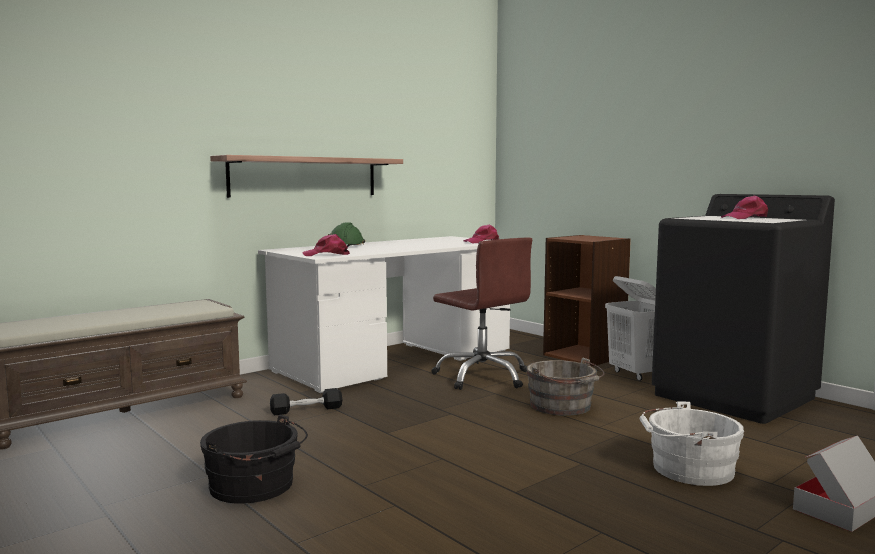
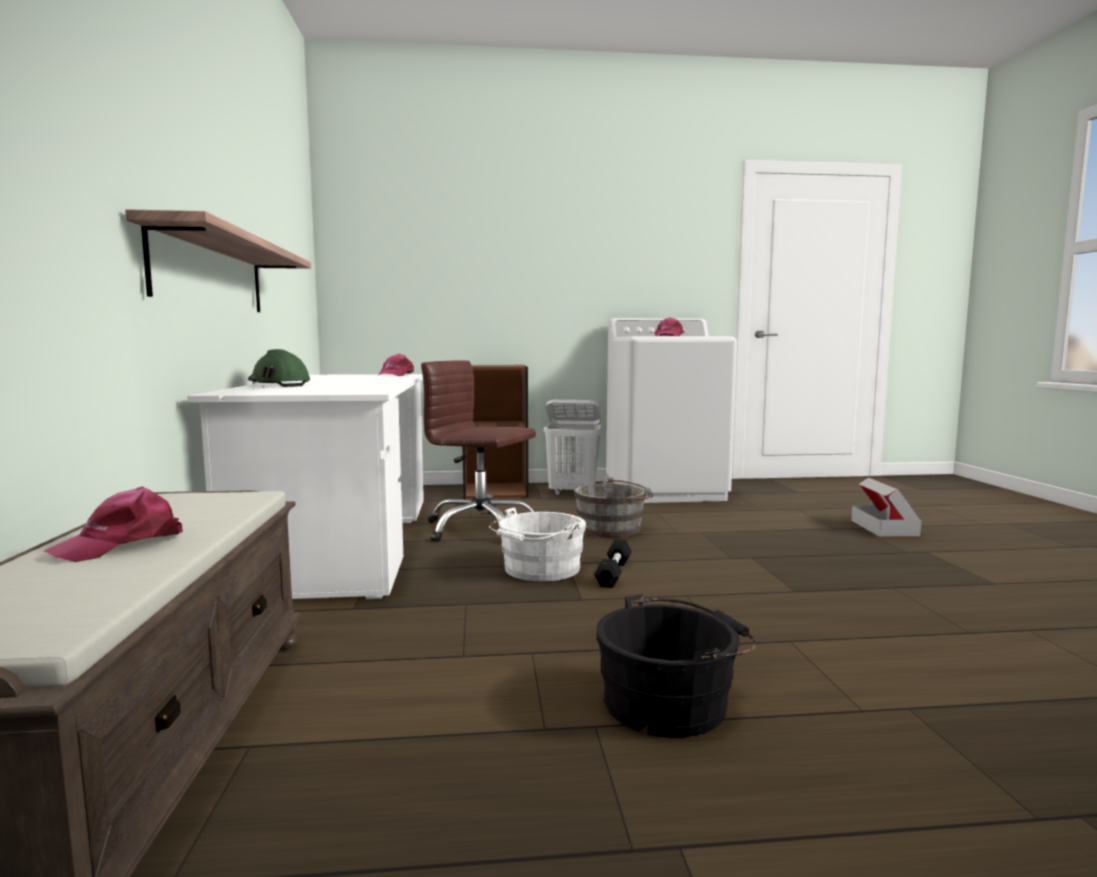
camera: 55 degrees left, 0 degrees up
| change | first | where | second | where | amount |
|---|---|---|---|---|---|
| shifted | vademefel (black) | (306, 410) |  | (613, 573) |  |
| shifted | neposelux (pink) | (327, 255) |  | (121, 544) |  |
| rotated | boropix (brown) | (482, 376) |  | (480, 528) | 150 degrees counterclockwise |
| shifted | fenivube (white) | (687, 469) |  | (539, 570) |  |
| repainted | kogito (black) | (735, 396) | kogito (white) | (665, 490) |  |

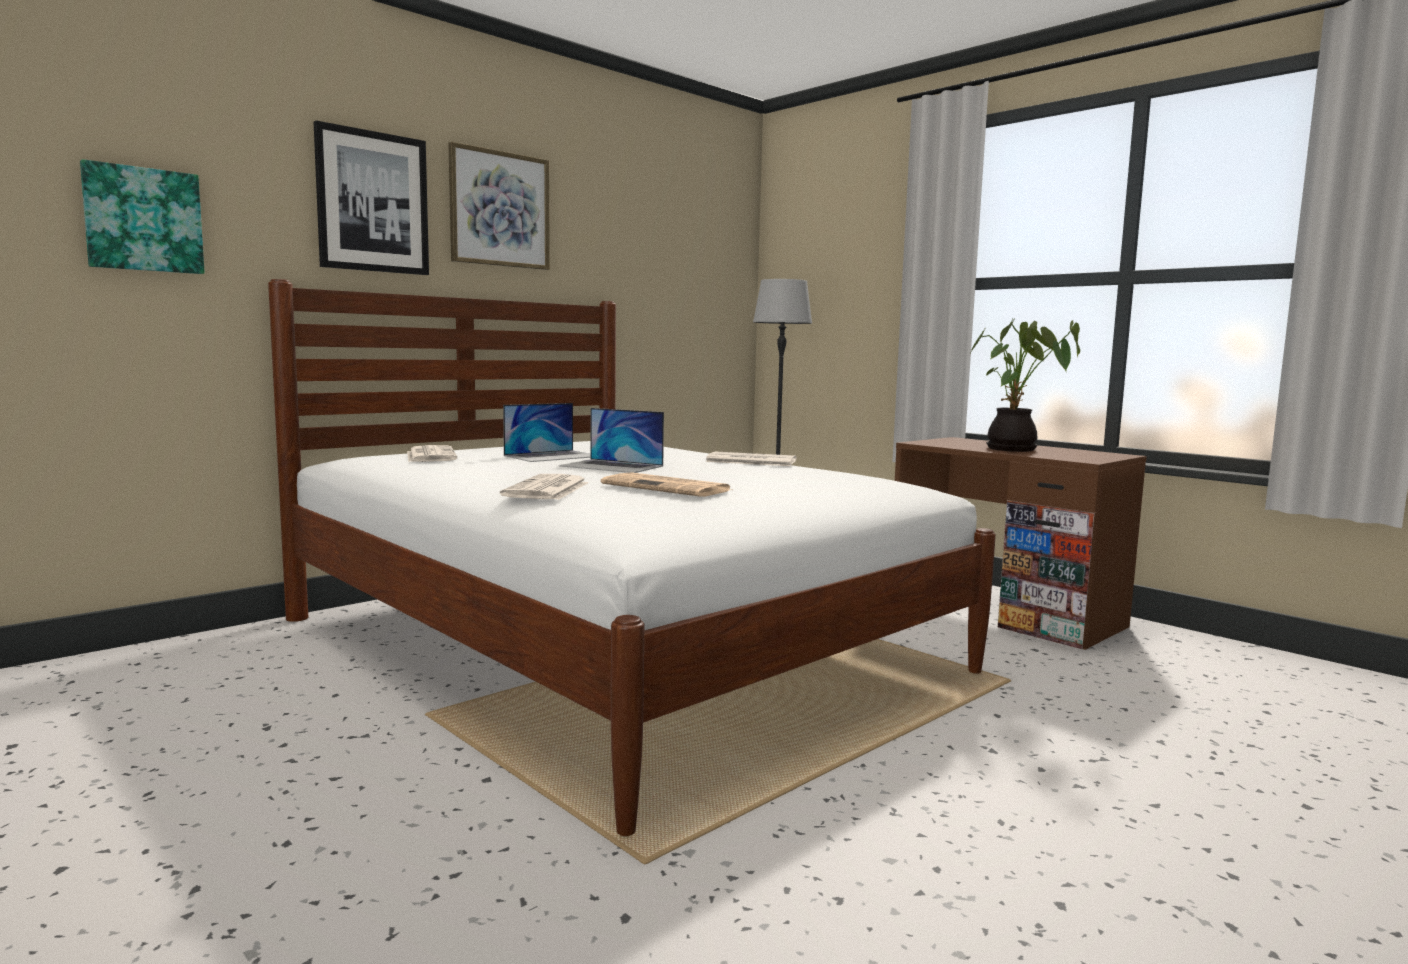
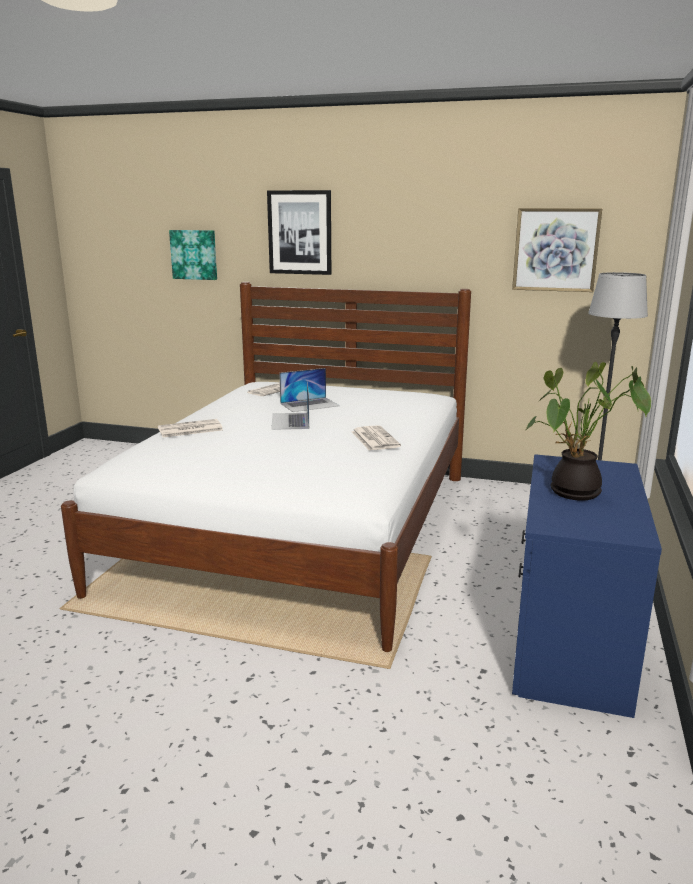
camera: 60 degrees right, 10 degrees up
| change | first | where | second | where | amount |
|---|---|---|---|---|---|
| shifted | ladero | (499, 209) |  | (555, 250) |  |
| rotated | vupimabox | (552, 456) |  | (310, 404) | 45 degrees counterclockwise |
| gone | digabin | (668, 487) |  |  |  |
| repainted | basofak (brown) | (1004, 613) | basofak (blue) | (570, 642) |  |

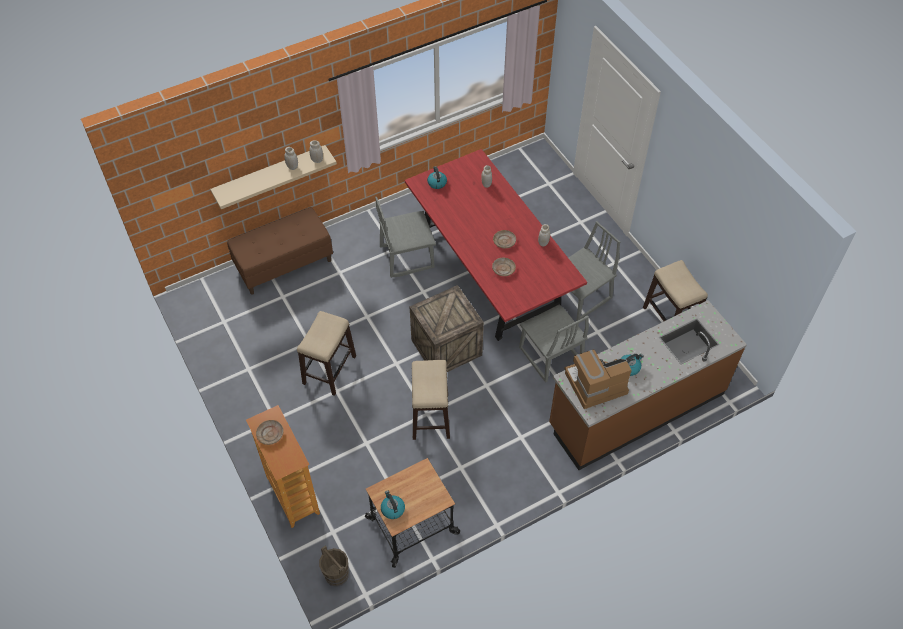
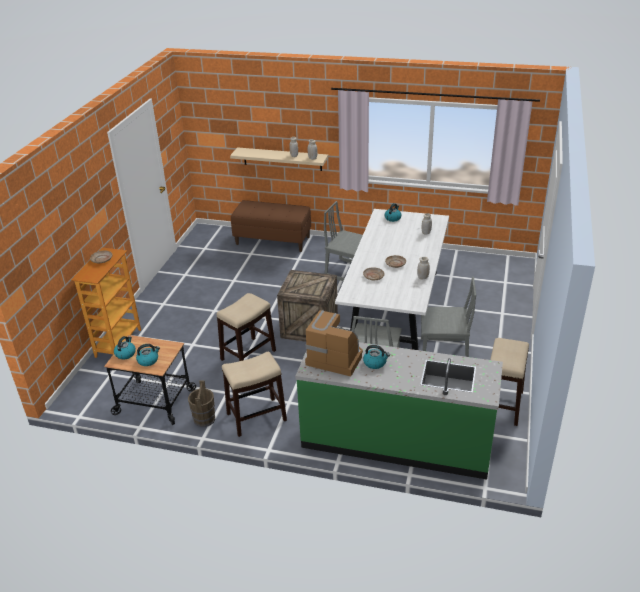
camera: 45 degrees right, 20 degrees down
| change | first | where | second | where | amount |
|---|---|---|---|---|---|
| shifted | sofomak | (329, 369) |  | (257, 417) |  |
| shifted | fenivube (brown) | (337, 575) |  | (204, 419) |  |
| repainted | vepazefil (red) | (490, 271) | vepazefil (white) | (395, 305) |  |
| repainted | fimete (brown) | (636, 409) | fimete (green) | (396, 441) |  |
| new |  |  | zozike | (148, 360) |  |

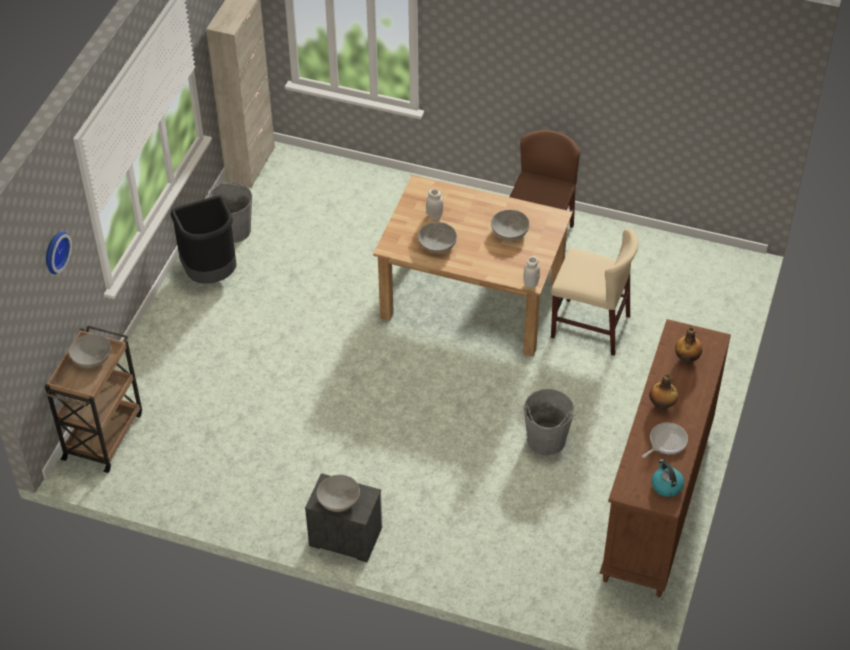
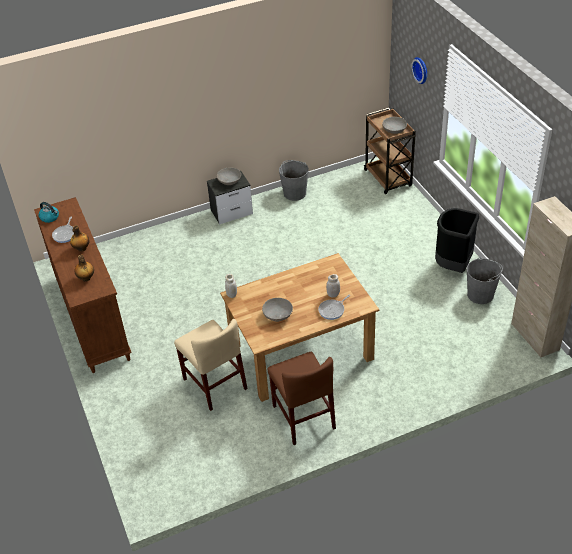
camera: 140 degrees right, 5 degrees down
| change | first | where | second | where | amount |
|---|---|---|---|---|---|
| gone | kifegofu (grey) | (437, 244) |  |  |  |
| shifted | fenivube (grey) | (546, 440) |  | (294, 193) |  |
| rotated | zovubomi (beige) | (590, 326) |  | (214, 384) | 105 degrees counterclockwise |
| new |  |  | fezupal | (332, 310) |  |

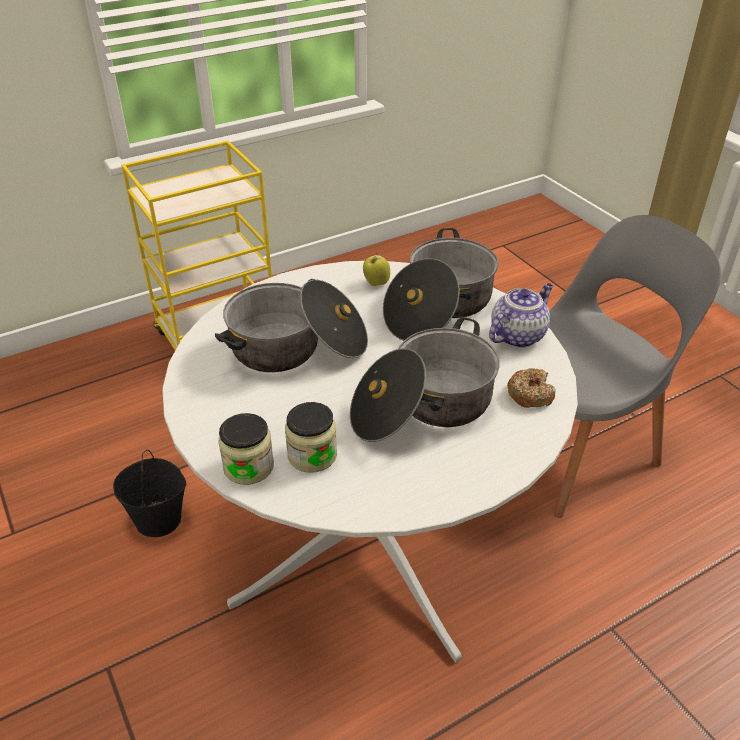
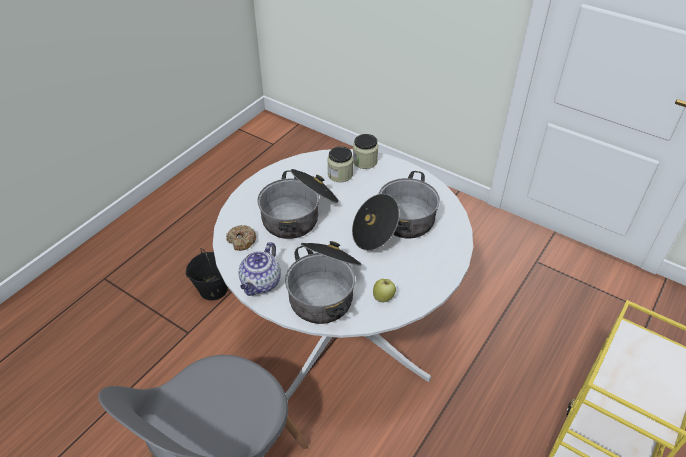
camera: 155 degrees right, 5 degrees up
| change | first | where | second | where | amount |
|---|---|---|---|---|---|
| shifted | fenivube (black) | (159, 520) |  | (213, 289) |  |

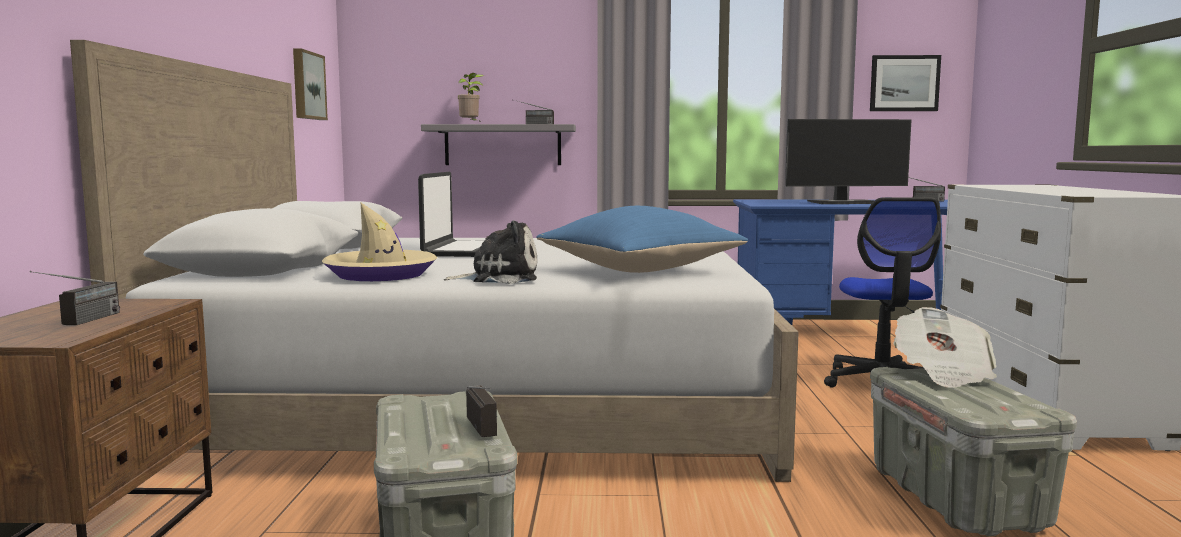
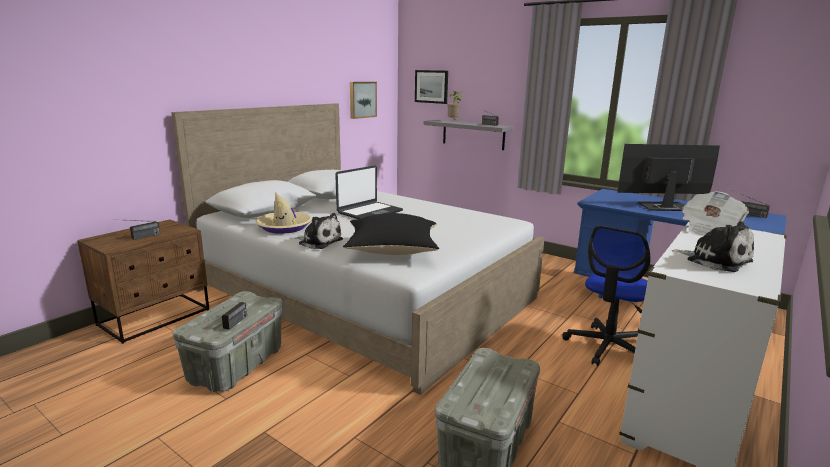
camera: 35 degrees right, 10 degrees up
| change | first | where | second | where | amount |
|---|---|---|---|---|---|
| repainted | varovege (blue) | (640, 272) | varovege (black) | (391, 252) |  |
| rotated | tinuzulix | (843, 203) |  | (664, 207) | 150 degrees clockwise |
| shifted | ladero | (904, 83) |  | (431, 86) |  |
| shifted | digabin | (943, 374) |  | (709, 229) |  |
| new |  |  | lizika | (715, 260) |  |

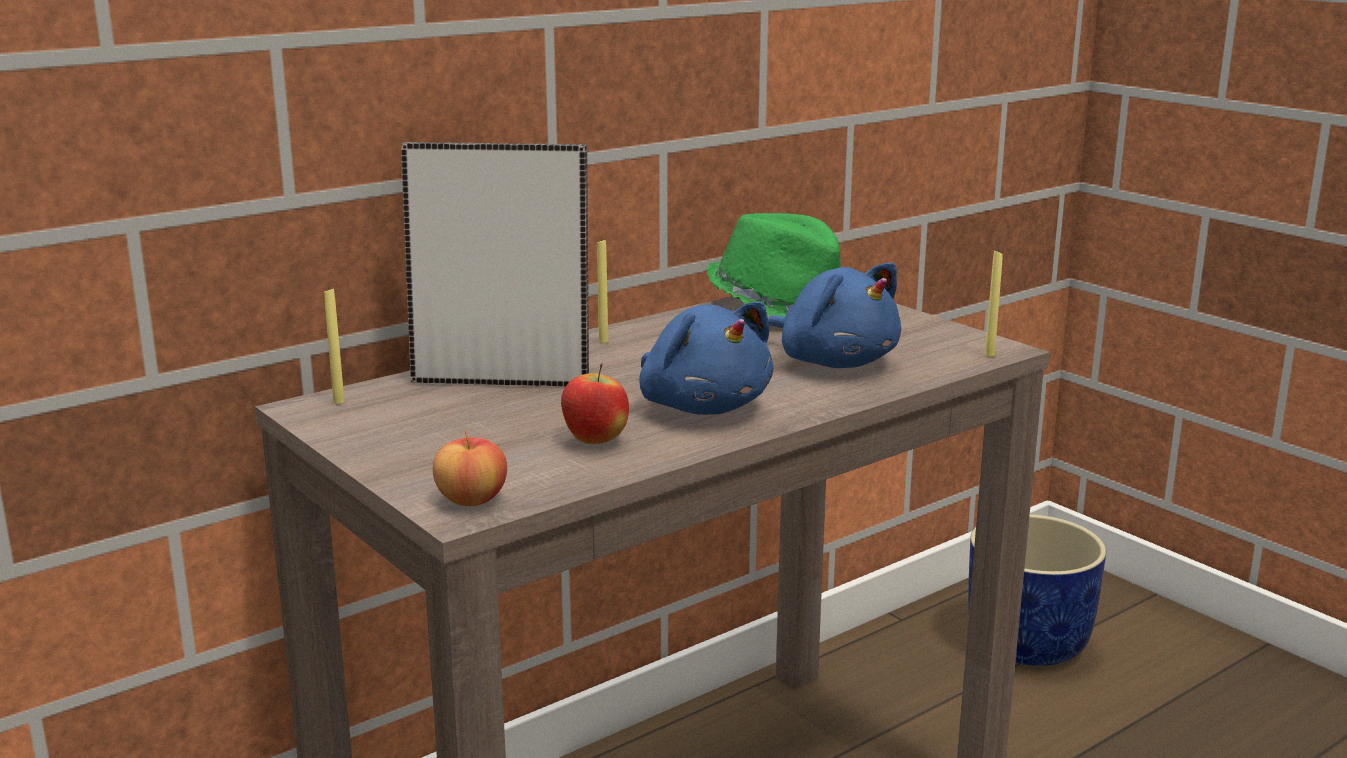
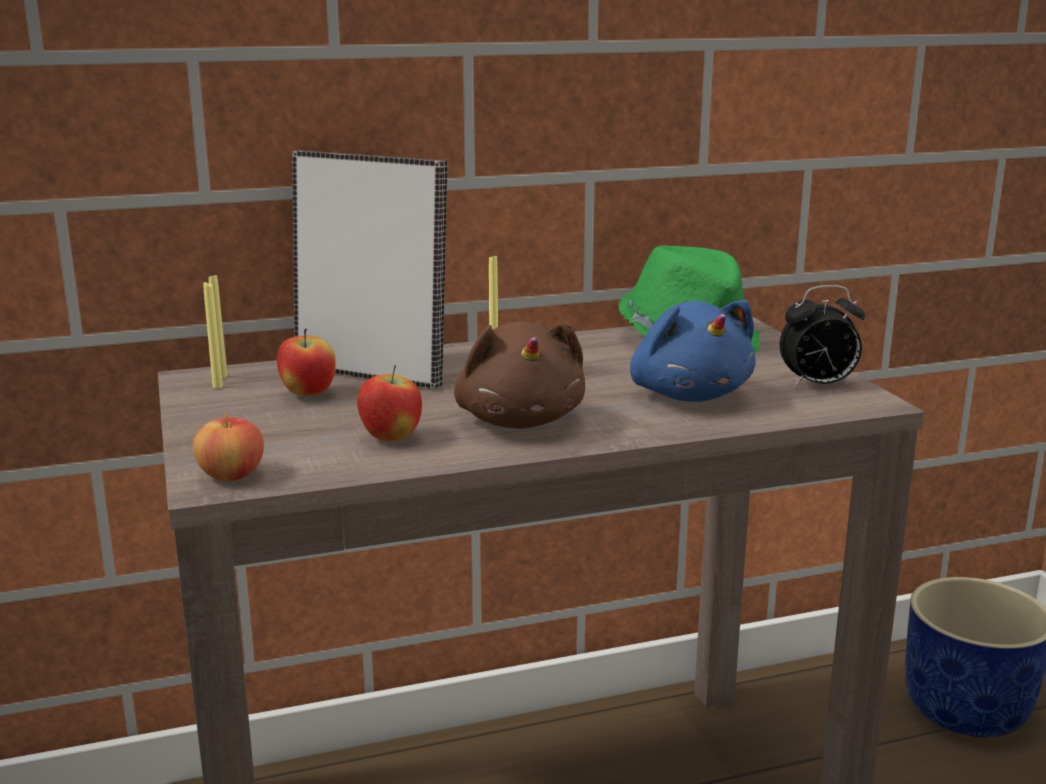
camera: 20 degrees right, 0 degrees up
| change | first | where | second | where | amount |
|---|---|---|---|---|---|
| repainted | lizika (blue) | (702, 406) | lizika (brown) | (520, 420) |  |
| shifted | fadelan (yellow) | (989, 355) |  | (217, 386) |  |
| new |  |  | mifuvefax | (308, 394) |  |
| new |  |  | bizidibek | (818, 386) |  |

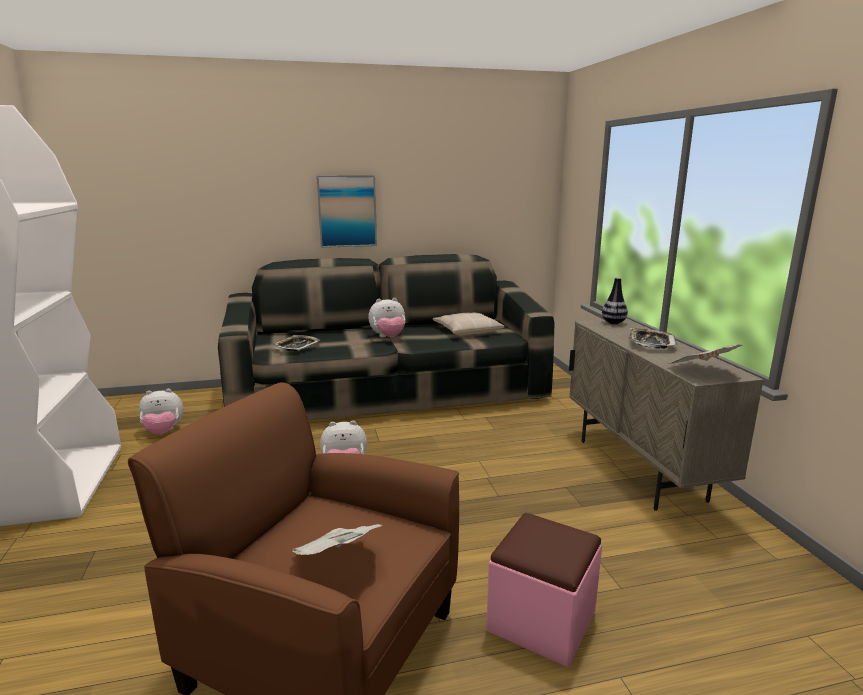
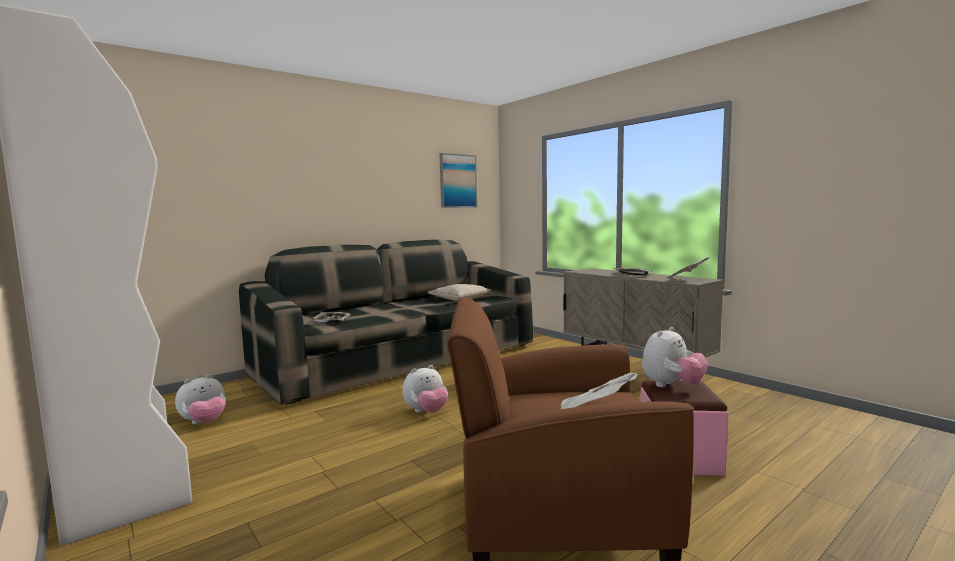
camera: 25 degrees left, 10 degrees down
| change | first | where | second | where | amount |
|---|---|---|---|---|---|
| shifted | ladero | (347, 211) |  | (457, 181) |  |
| shifted | lizika | (388, 337) |  | (671, 386) |  |
| gone | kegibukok | (613, 323) |  |  |  |

